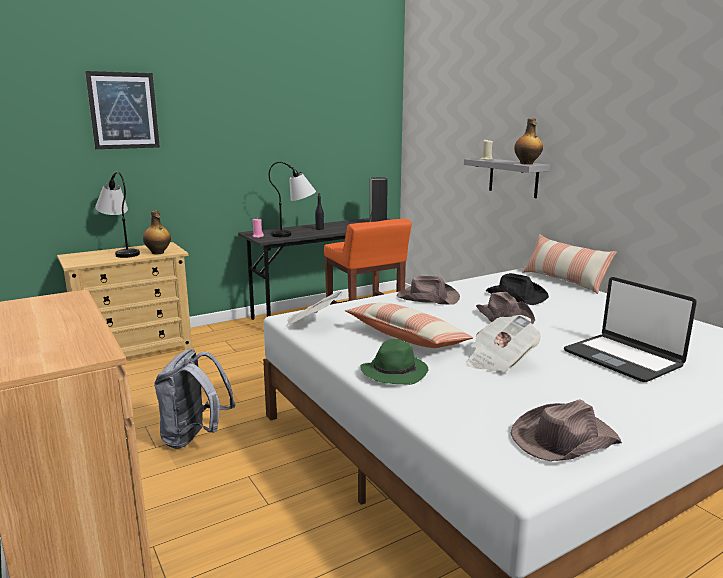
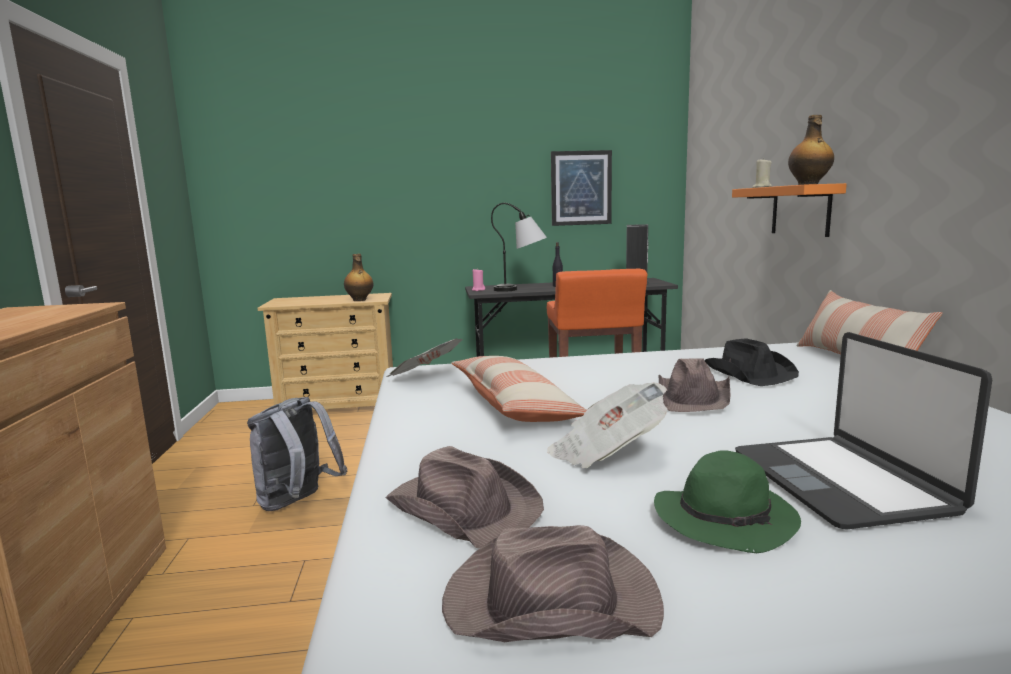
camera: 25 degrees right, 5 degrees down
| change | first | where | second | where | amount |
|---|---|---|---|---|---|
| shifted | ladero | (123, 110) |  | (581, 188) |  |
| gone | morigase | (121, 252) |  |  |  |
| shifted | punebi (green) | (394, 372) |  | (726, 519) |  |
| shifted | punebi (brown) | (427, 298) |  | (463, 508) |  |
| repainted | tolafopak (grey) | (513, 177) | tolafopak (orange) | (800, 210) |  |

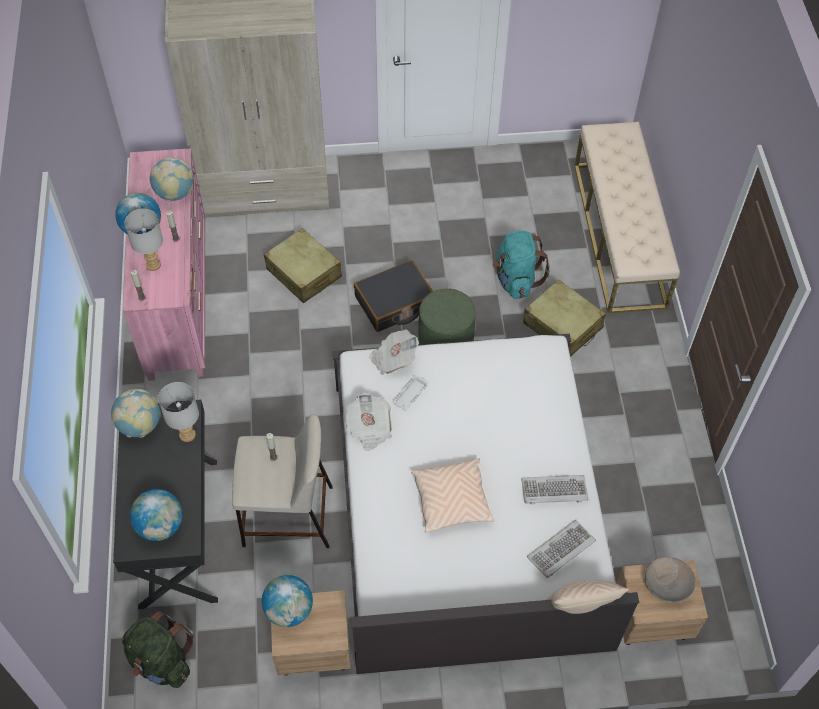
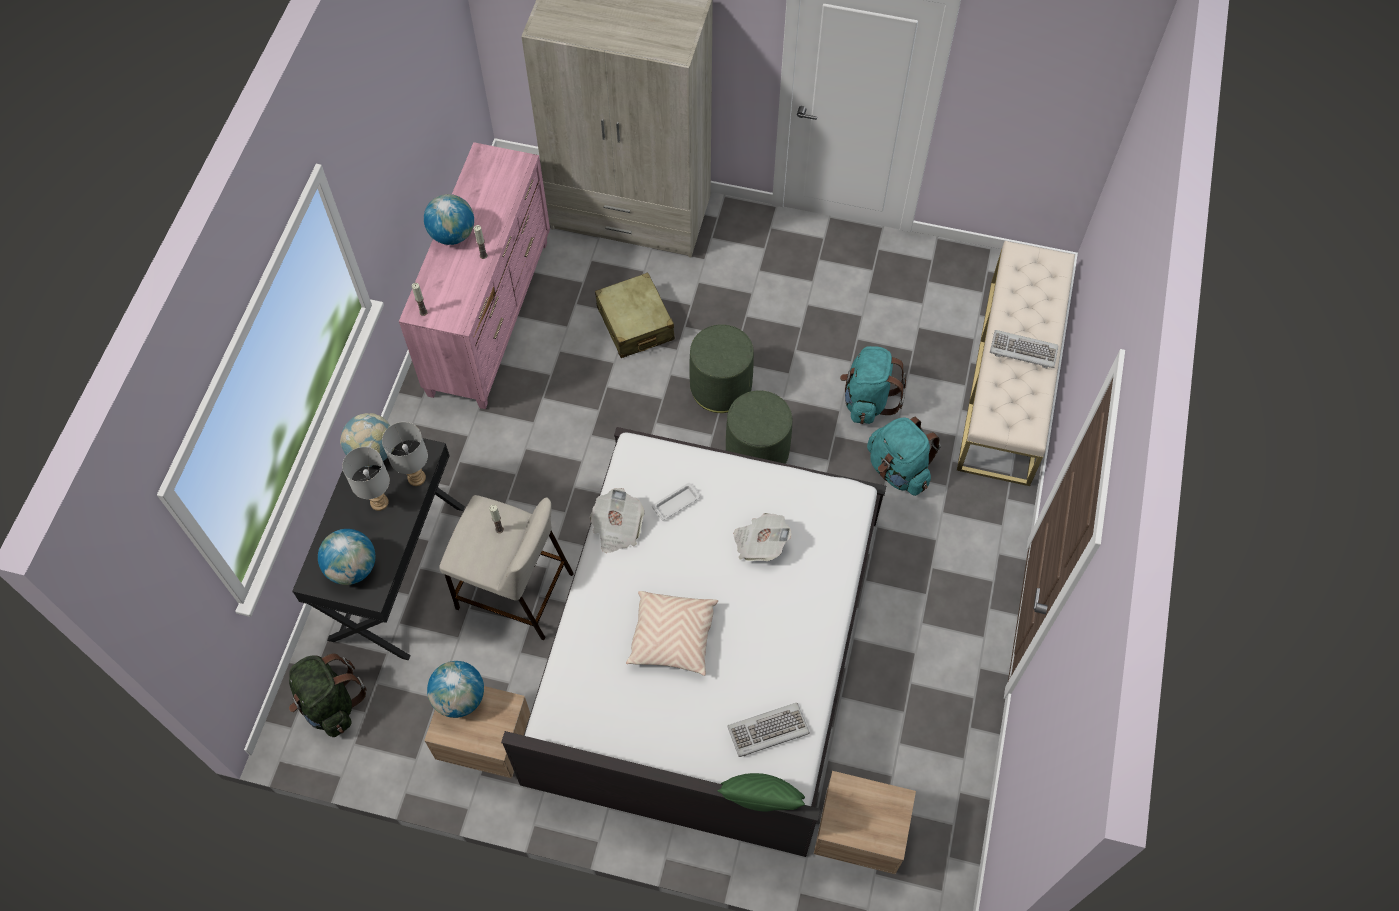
camera: 20 degrees right, 5 degrees up
| change | first | where | second | where | amount |
|---|---|---|---|---|---|
| shifted | morigase (grey) | (153, 265) |  | (379, 503) |  |
| gone | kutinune | (174, 193) |  |  |  |
| swapped | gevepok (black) | (395, 303) | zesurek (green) | (721, 387) |  |
| shifted | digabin | (393, 359) |  | (760, 543) |  |
| shifted | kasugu | (554, 491) |  | (1023, 351) |  |
| swapped | gevepok (beige) | (562, 326) | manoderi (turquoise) | (898, 470) |  |
| repainted | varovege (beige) | (579, 608) | varovege (green) | (761, 802) |  |
| gone | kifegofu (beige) | (668, 584) |  |  |  |

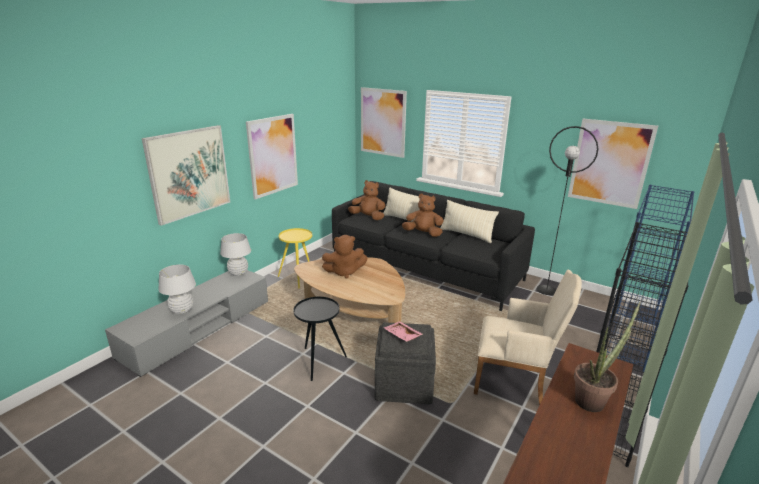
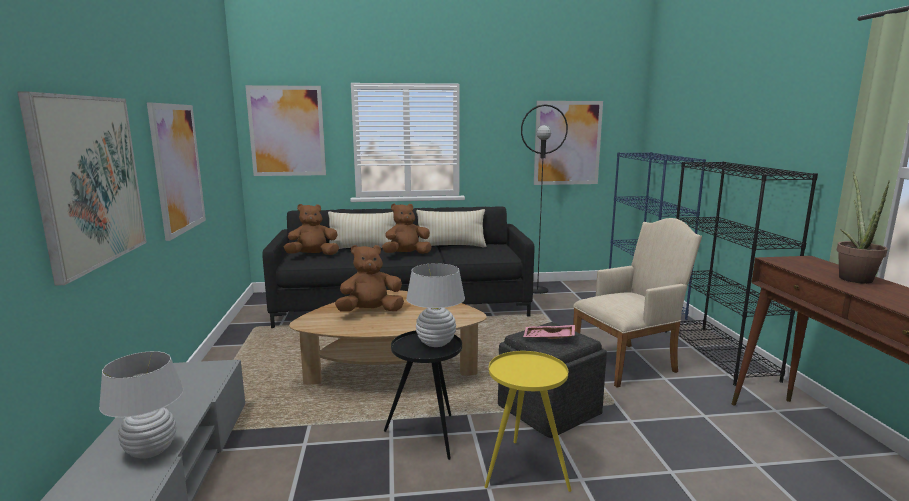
camera: 40 degrees left, 10 degrees down
| change | first | where | second | where | amount |
|---|---|---|---|---|---|
| shifted | morigase (white) | (238, 273) |  | (436, 343) |  |
| shifted | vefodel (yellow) | (298, 278) |  | (524, 469) |  |
| rotated | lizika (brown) | (344, 272) |  | (370, 312) | 150 degrees counterclockwise |

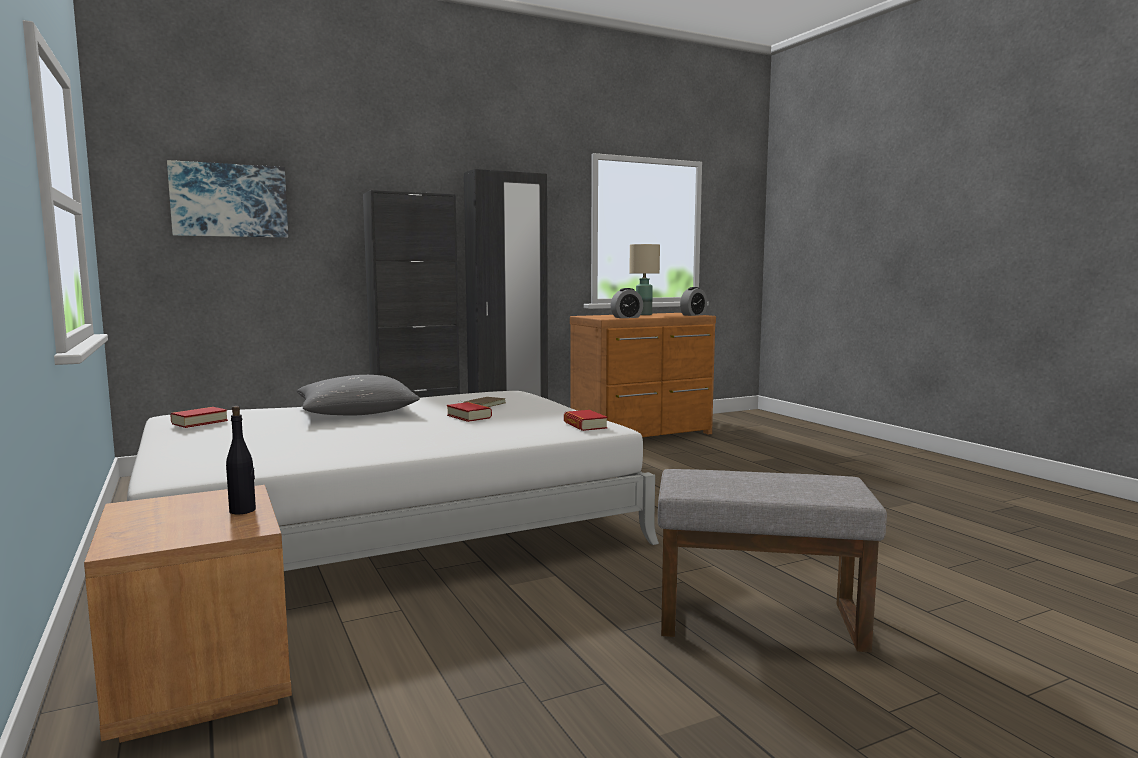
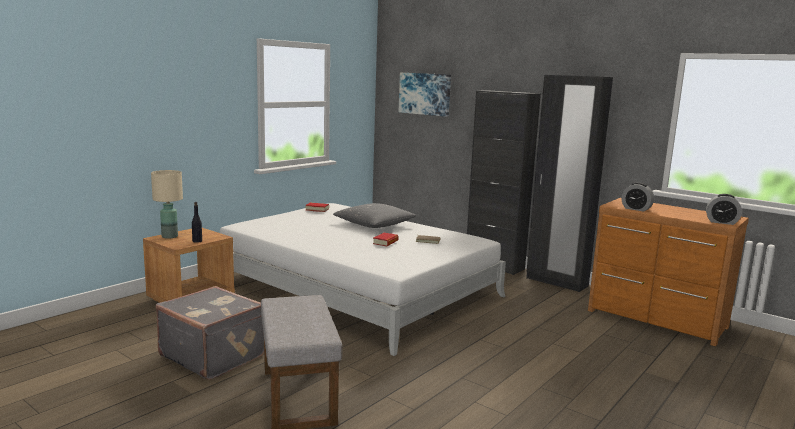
camera: 65 degrees right, 5 degrees up
| change | first | where | second | where | amount |
|---|---|---|---|---|---|
| gone | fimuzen | (585, 425) |  |  |  |
| shifted | morigase (beige) | (643, 314) |  | (169, 236) |  |
| new |  |  | gevepok (grey) | (214, 355) |  |

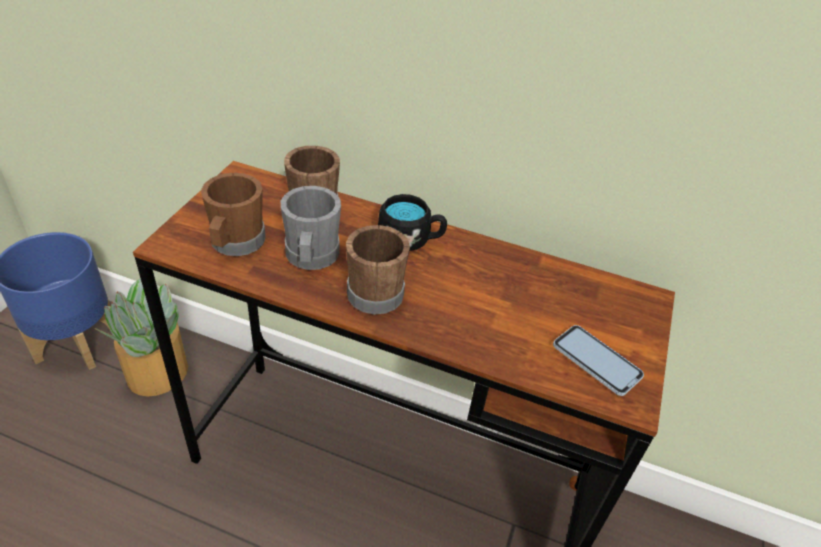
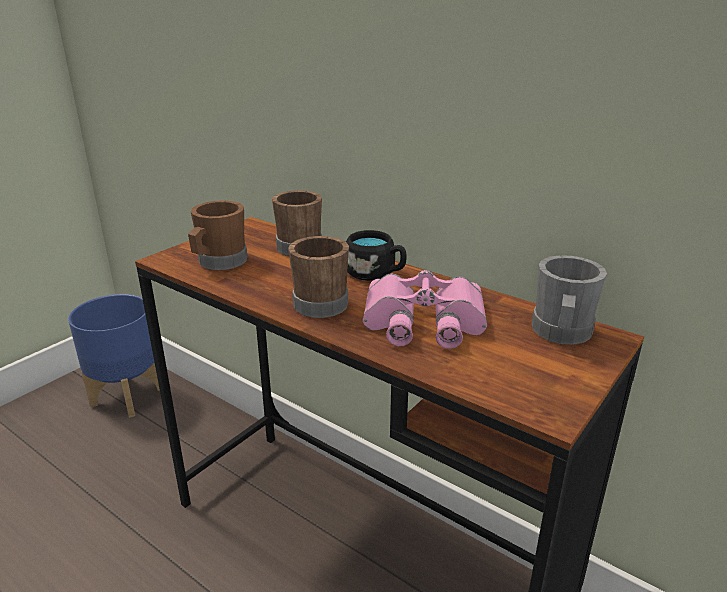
camera: 20 degrees right, 15 degrees down
| change | first | where | second | where | amount |
|---|---|---|---|---|---|
| gone | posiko | (156, 373) |  |  |  |
| shifted | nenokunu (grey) | (311, 257) |  | (561, 333) |  |
| gone | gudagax | (596, 361) |  |  |  |
| new |  |  | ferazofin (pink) | (423, 322) |  |

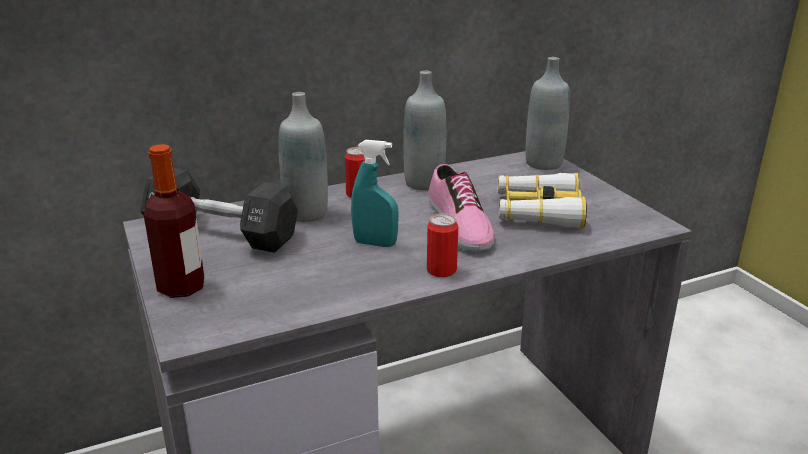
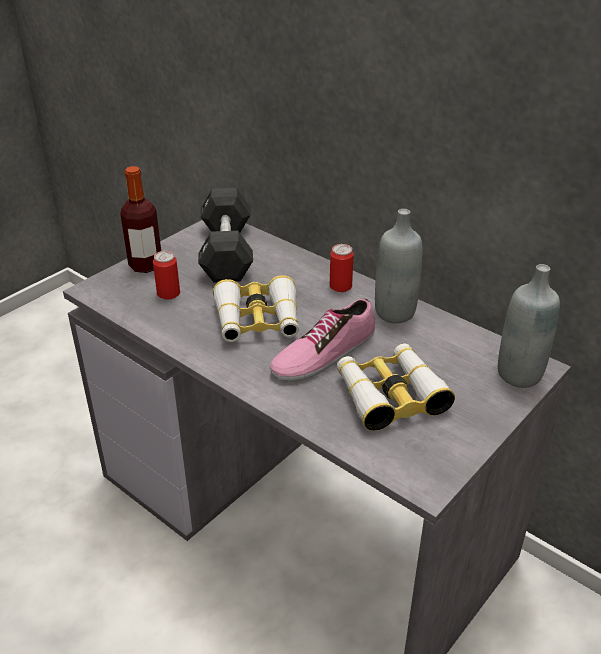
camera: 65 degrees right, 10 degrees up
| change | first | where | second | where | amount |
|---|---|---|---|---|---|
| gone | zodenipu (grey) | (306, 213) |  |  |  |
| swapped | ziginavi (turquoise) | (375, 243) | ferazofin | (257, 321) |  |
| shifted | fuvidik | (441, 270) |  | (168, 293) |  |

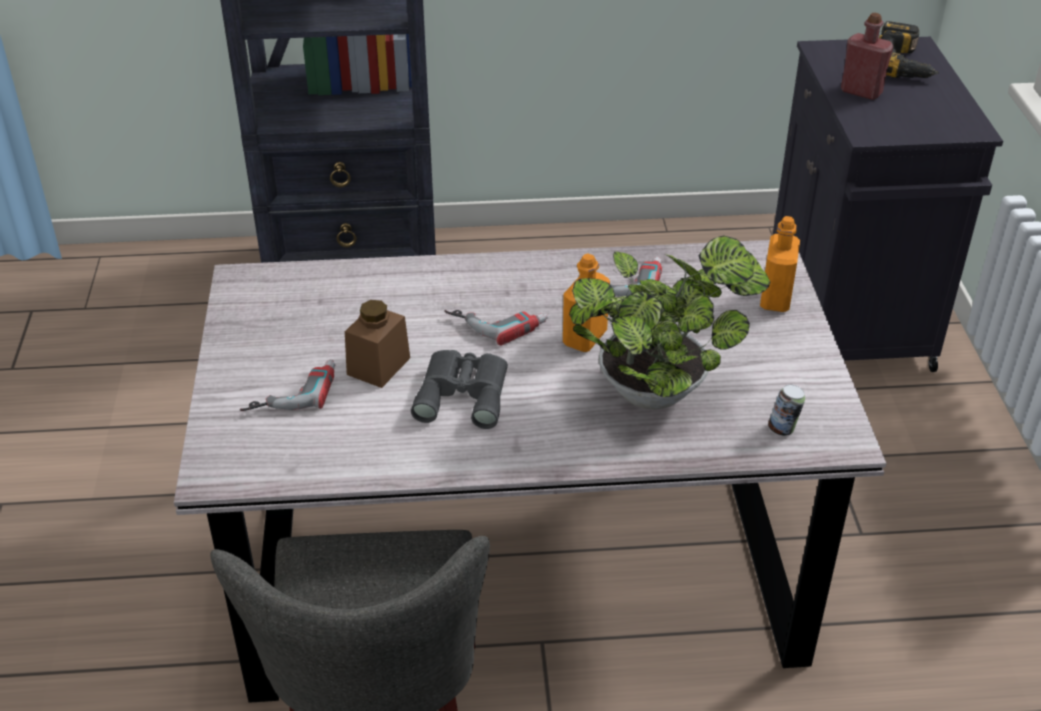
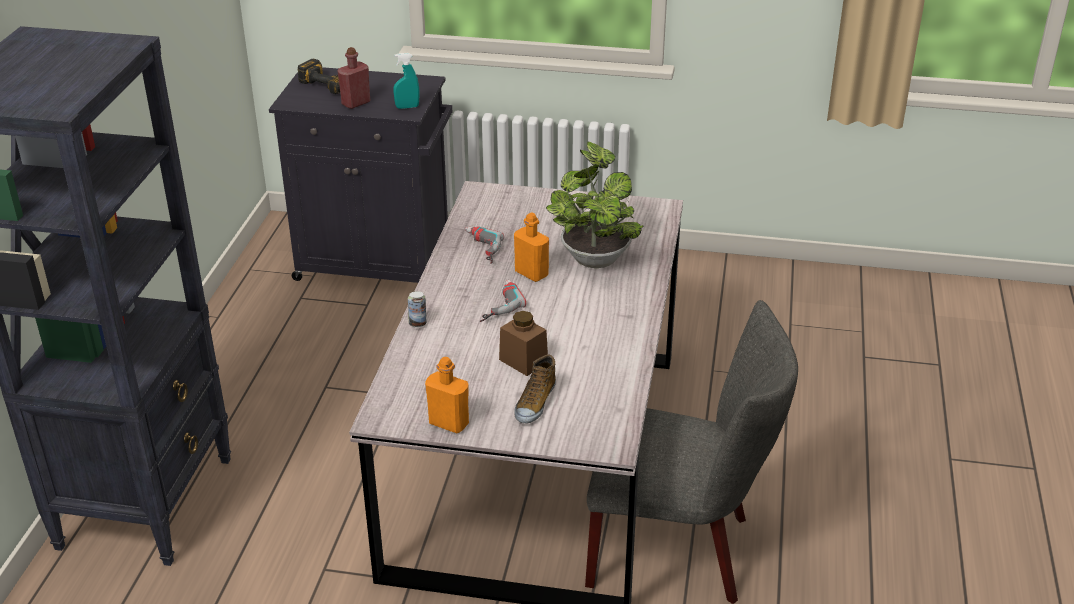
camera: 75 degrees left, 5 degrees down
| change | first | where | second | where | amount |
|---|---|---|---|---|---|
| swapped | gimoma | (291, 391) | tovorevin | (534, 403) |  |
| gone | ferazofin (grey) | (464, 393) |  |  |  |
| shifted | zodenipu (orange) | (775, 299) |  | (449, 423) |  |
| shifted | fuvidik | (783, 429) |  | (418, 324) |  |
| new |  |  | ziginavi (turquoise) | (407, 107) |  |

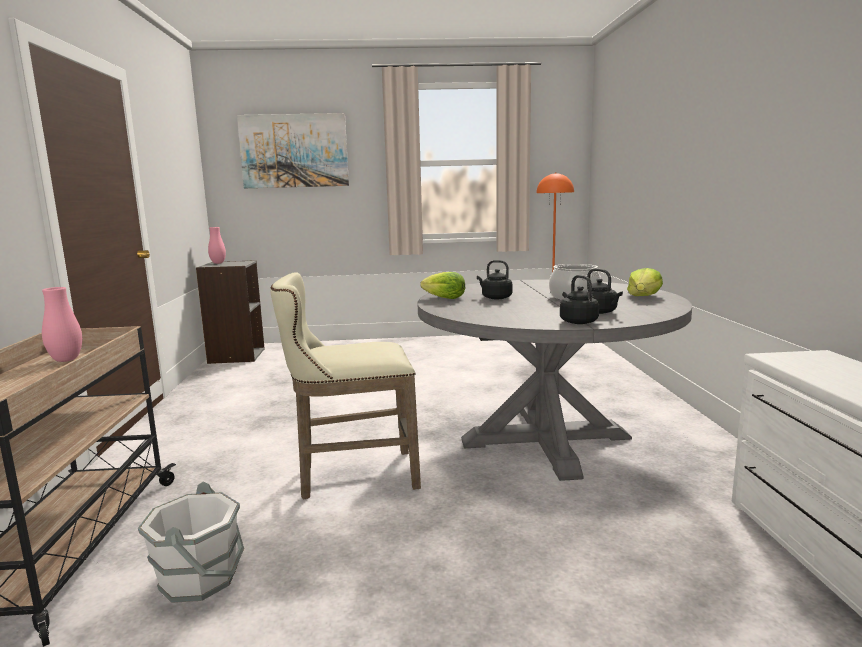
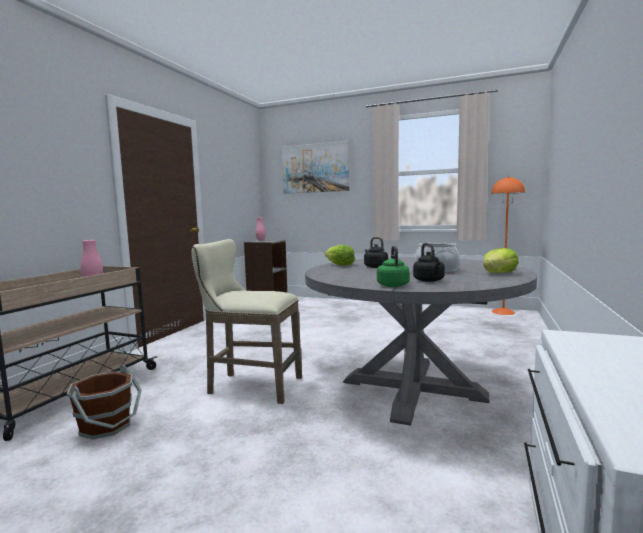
camera: 25 degrees right, 5 degrees down
| change | first | where | second | where | amount |
|---|---|---|---|---|---|
| repainted | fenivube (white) | (200, 577) | fenivube (brown) | (107, 426) |  |
| repainted | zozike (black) | (577, 321) | zozike (green) | (392, 285) |  |

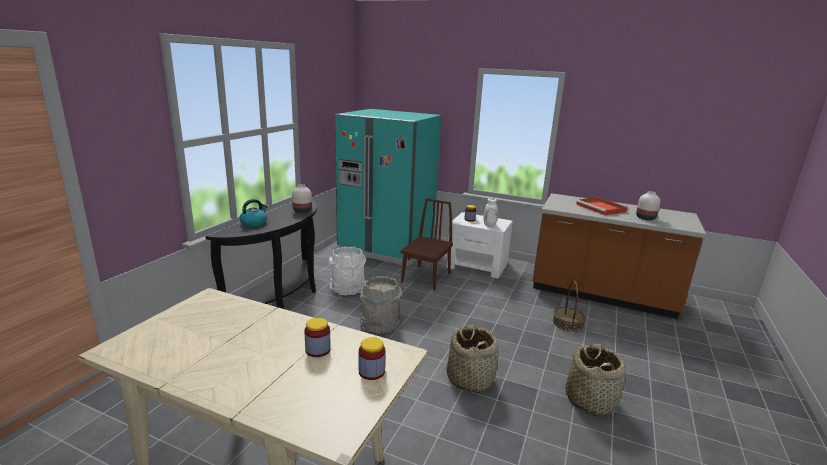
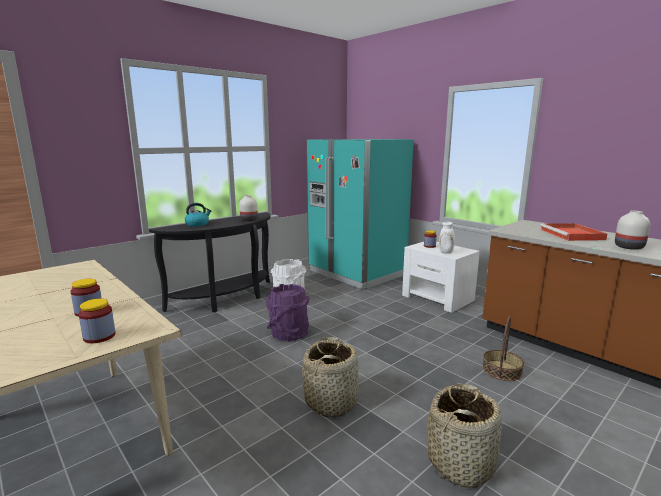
camera: 25 degrees right, 5 degrees down
| change | first | where | second | where | amount |
|---|---|---|---|---|---|
| repainted | fenivube (grey) | (380, 325) | fenivube (purple) | (289, 333) |  |
| gone | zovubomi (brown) | (426, 278) |  |  |  |

